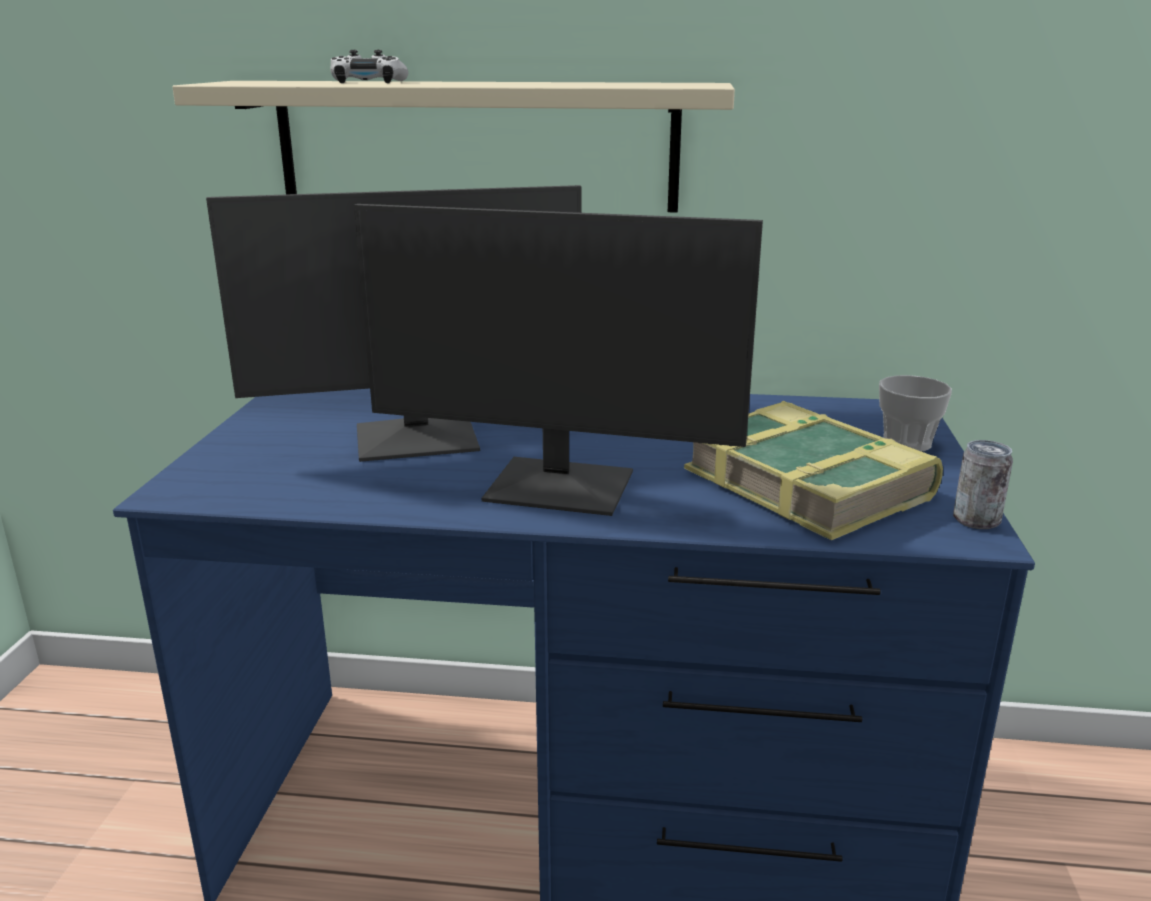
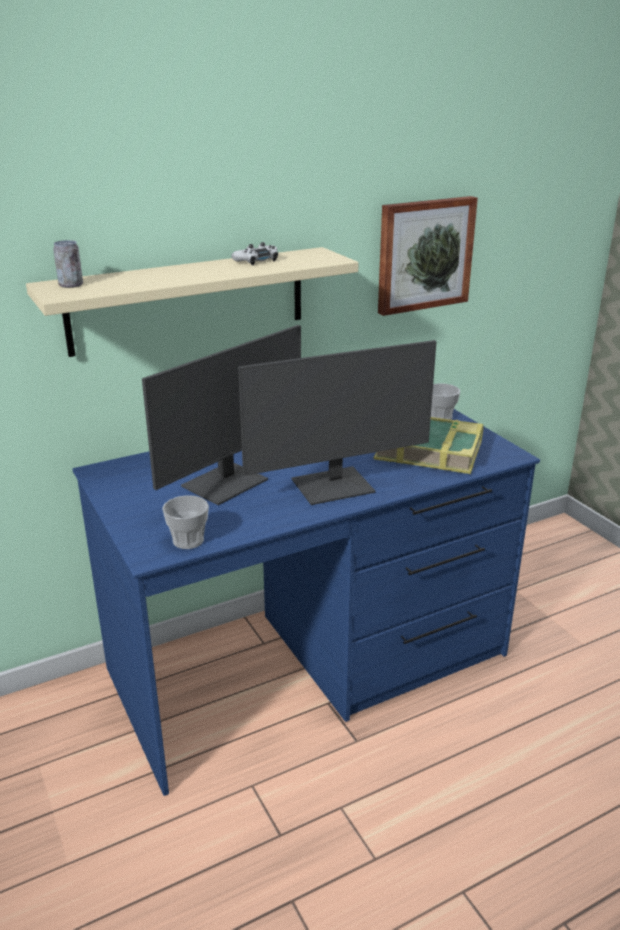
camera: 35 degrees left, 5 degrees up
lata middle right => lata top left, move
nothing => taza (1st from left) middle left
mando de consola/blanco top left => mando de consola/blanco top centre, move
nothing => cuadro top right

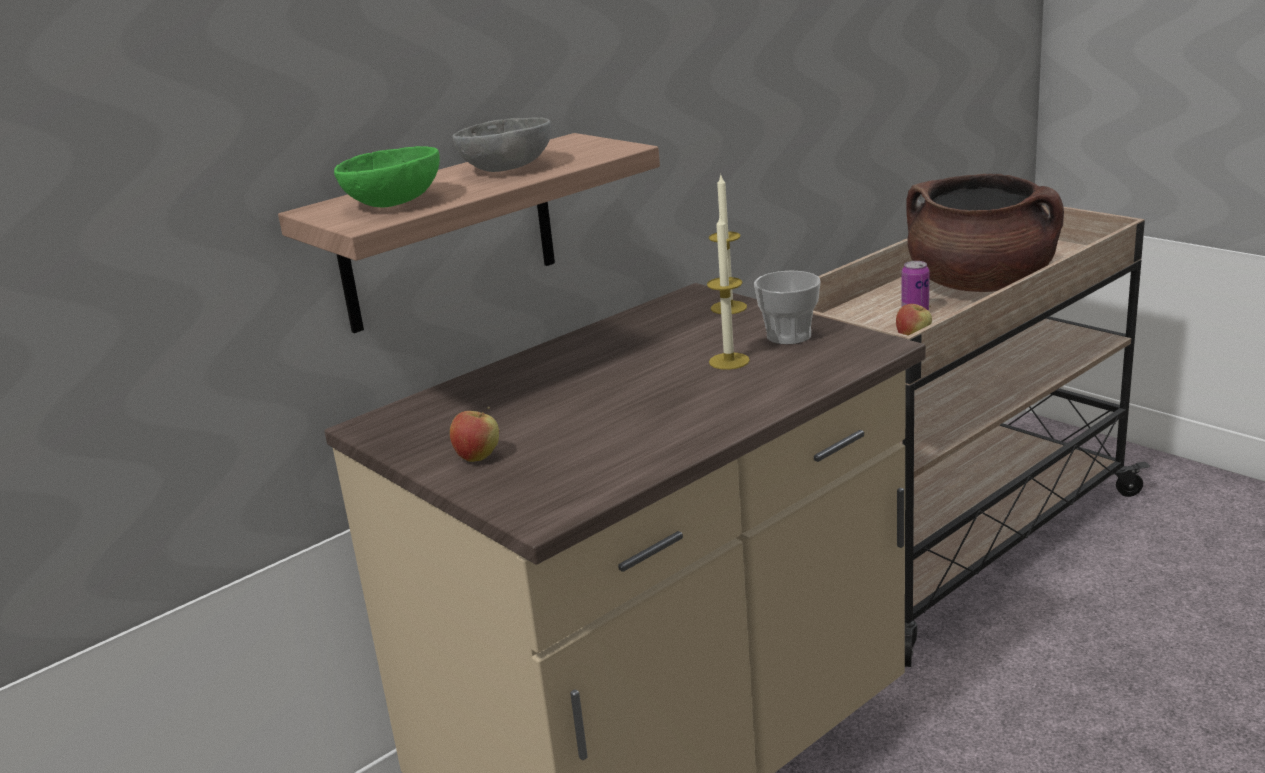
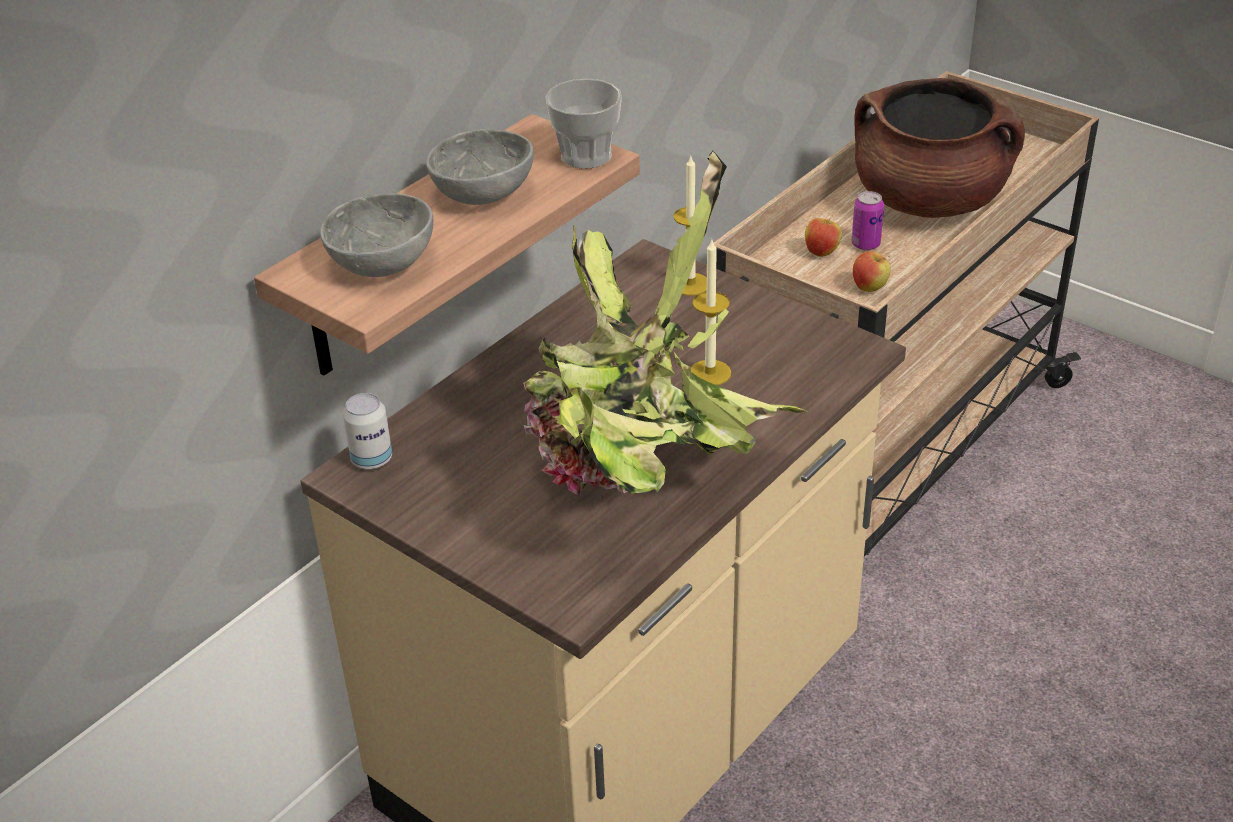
camera: 10 degrees left, 15 degrees up
cuenco/verde top left => cuenco/gris (1st from left) top left
nothing => lata (1st from left) middle left
nothing => planta en maceta centre
taza centre => taza top centre, move
manzana (1st from left) centre => manzana (1st from left) top right, move

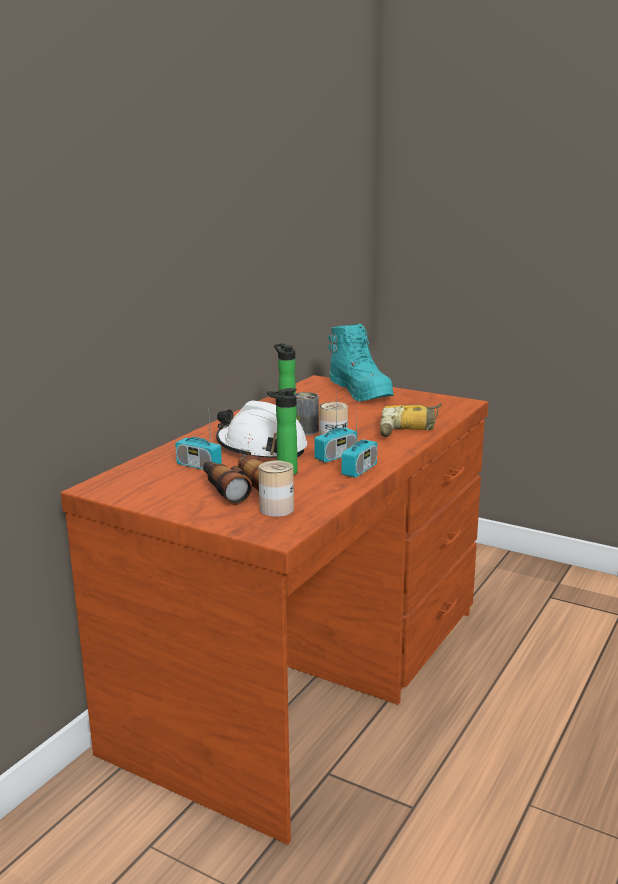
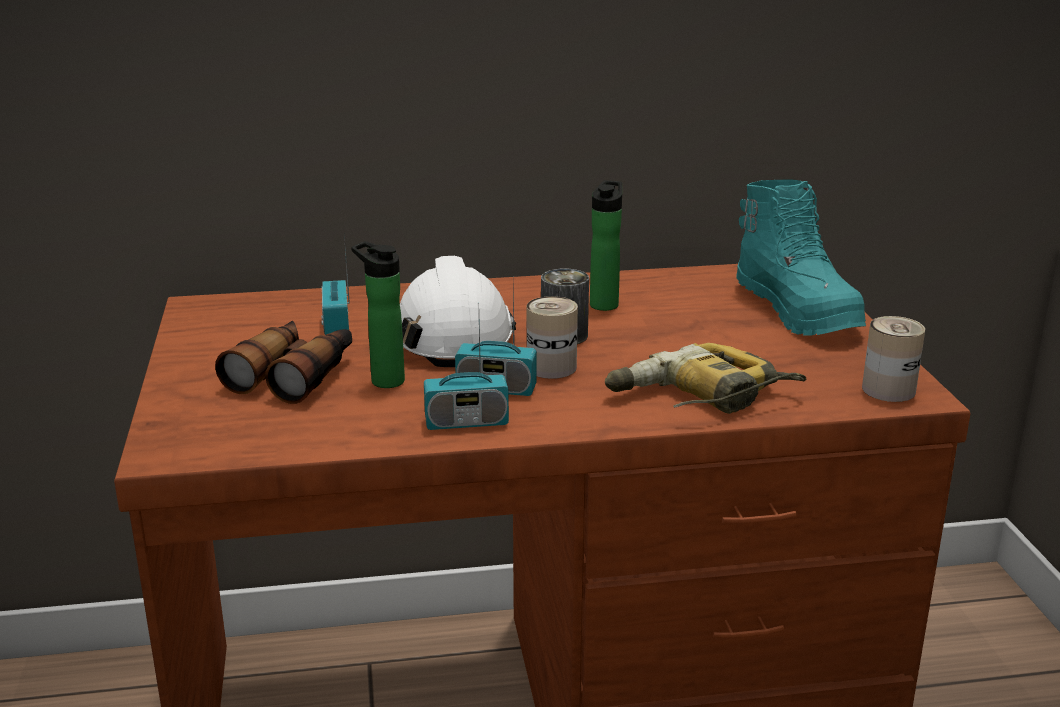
camera: 50 degrees right, 5 degrees up
bota/turquesa centre => bota/turquesa middle right, 45 degrees counterclockwise
lata (1st from left in the first image) centre => lata (3rd from left) middle right, move

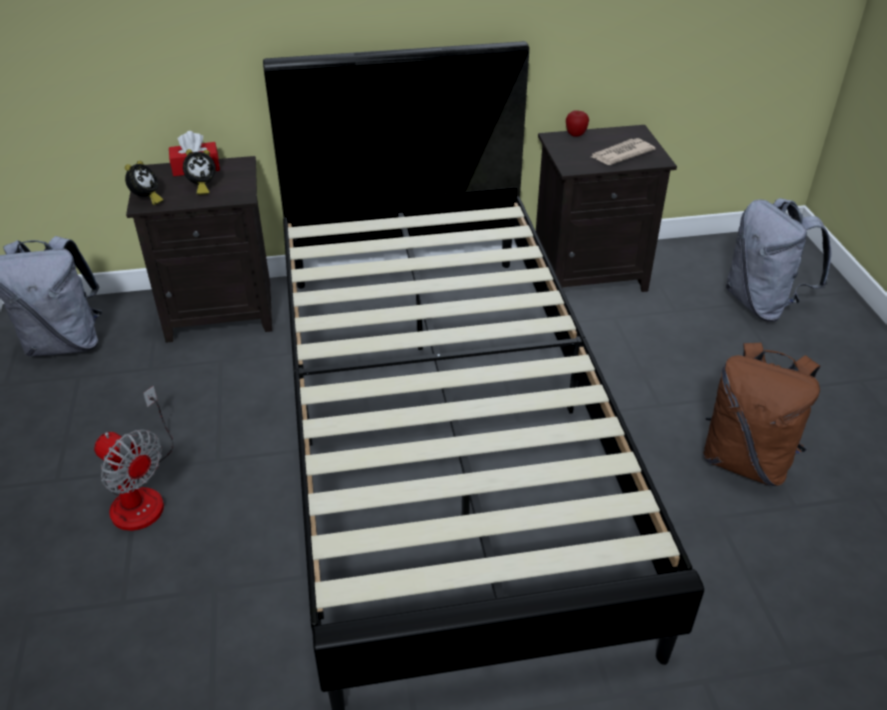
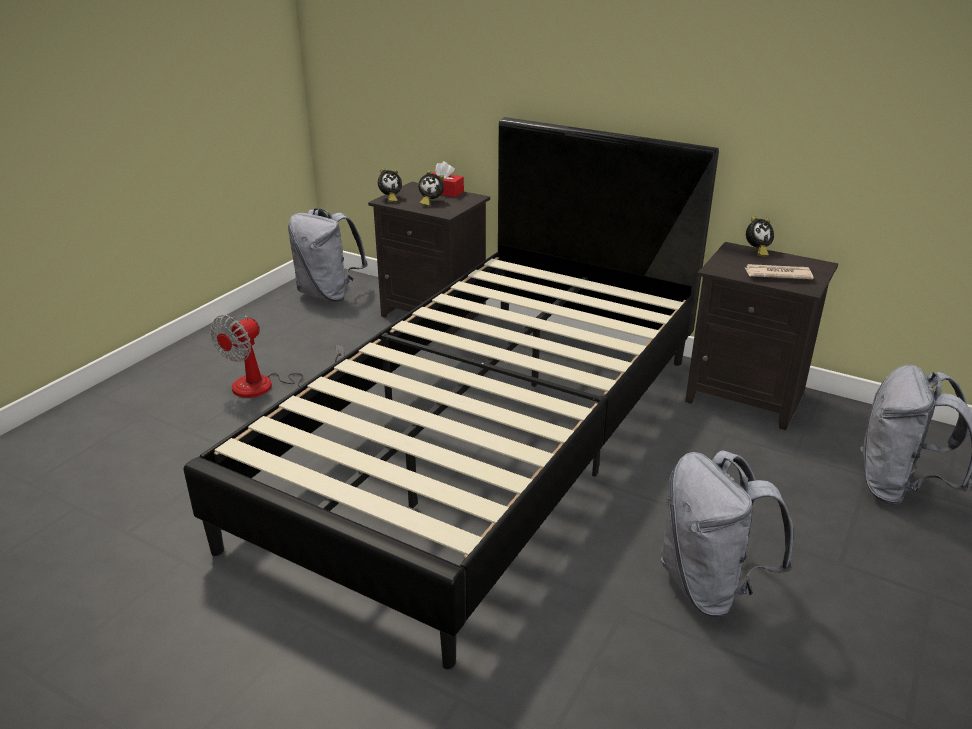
camera: 40 degrees right, 10 degrees down
ventilador middle left, 45 degrees clockwise
mochila/marrón middle right => mochila/gris (2nd from left) bottom right
manzana top centre => despertador (3rd from left) top right

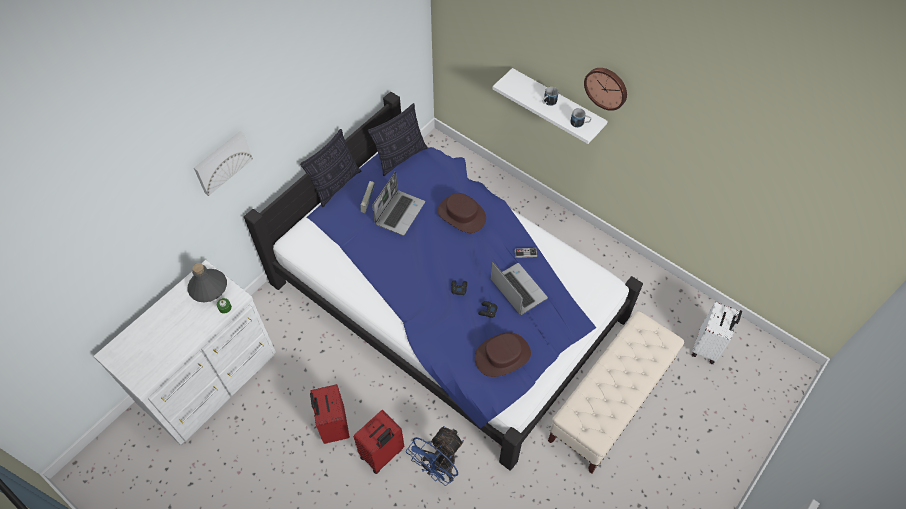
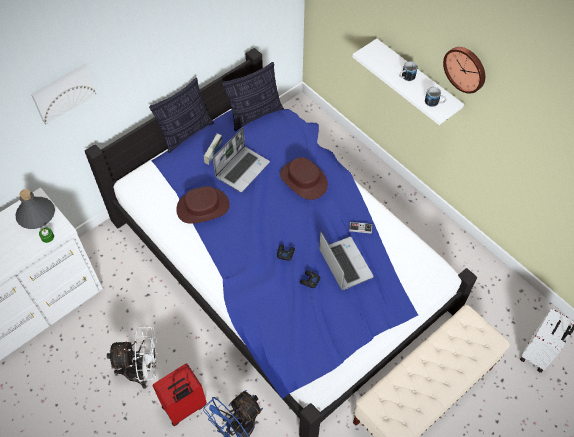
camera: 10 degrees right, 0 degrees up
maleta/rojo (1st from left) bottom centre => ventilador/blanco bottom left
sombrero/marrón (2nd from left in the first image) bottom centre => sombrero/marrón (1st from left) centre, move

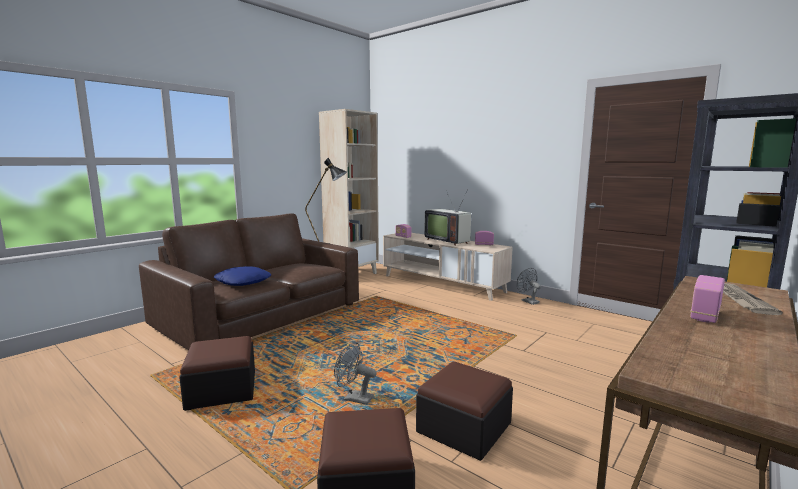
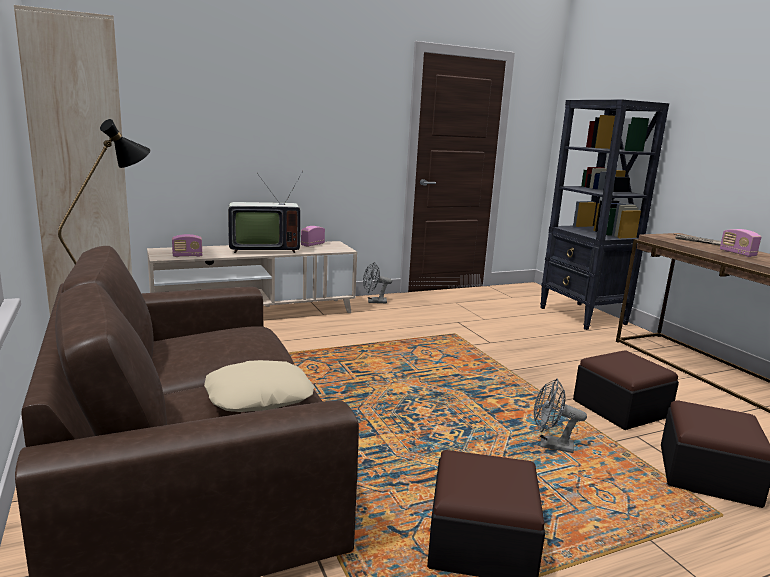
camera: 65 degrees left, 5 degrees up
cojín/azul middle left => cojín/beis bottom centre
ventilador/gris (1st from left in the first image) bottom centre => ventilador/gris (2nd from left) bottom right, 60 degrees clockwise

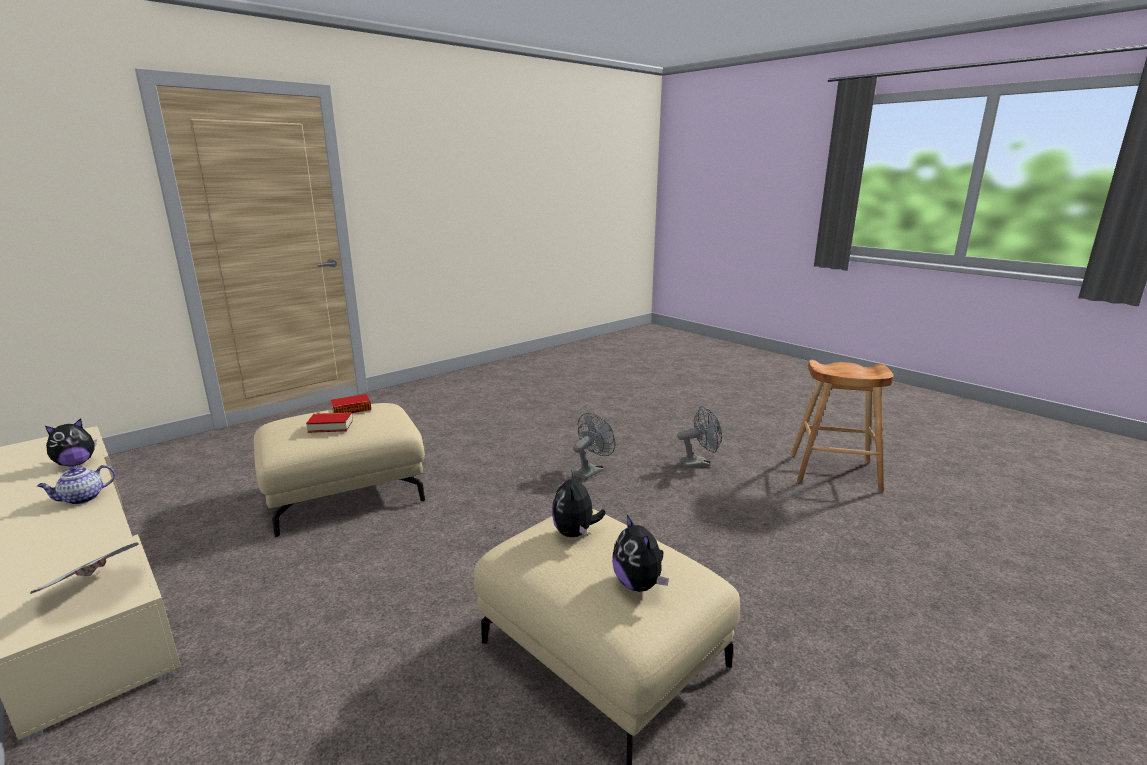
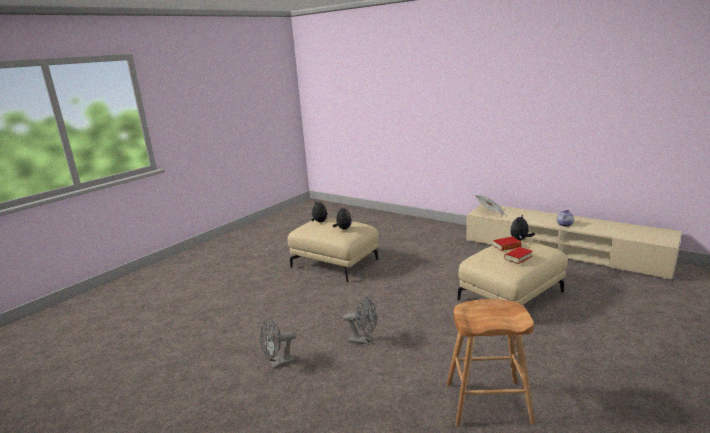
camera: 170 degrees right, 0 degrees up
ventilador/gris (1st from left in the first image) centre => ventilador/gris (2nd from left) bottom centre, 105 degrees counterclockwise
taburete/marrón middle right => taburete/marrón bottom right, move
peluche (1st from left in the first image) middle left => peluche (3rd from left) middle right, move

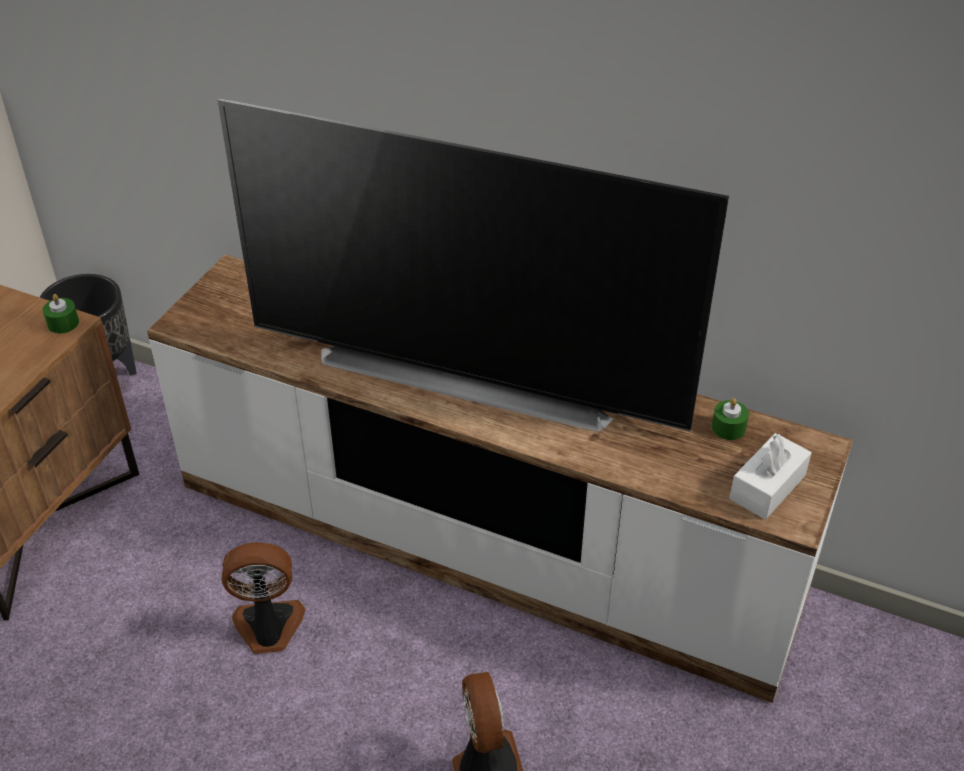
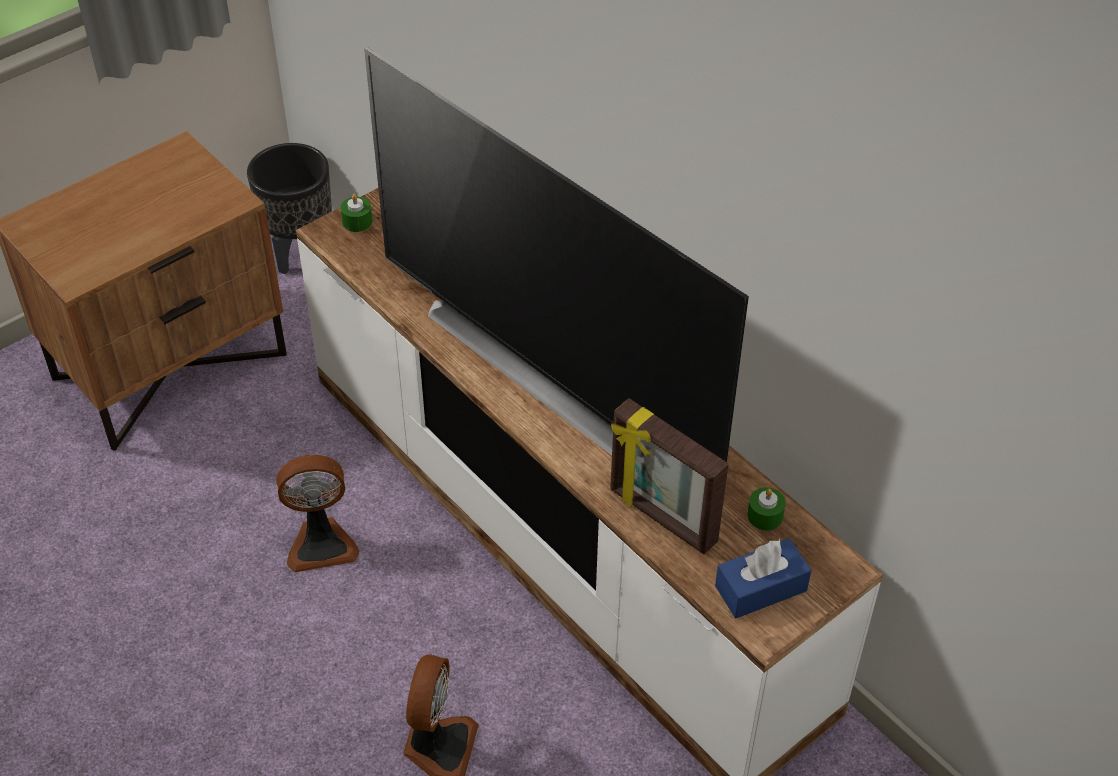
camera: 25 degrees right, 5 degrees up
ventilador (1st from left) bottom left => ventilador (1st from left) middle left, 150 degrees clockwise
vela/verde (1st from left) middle left => vela/verde (1st from left) top left, move
nothing => portarretratos centre
caja de pañuelos/blanco middle right => caja de pañuelos/azul bottom right

